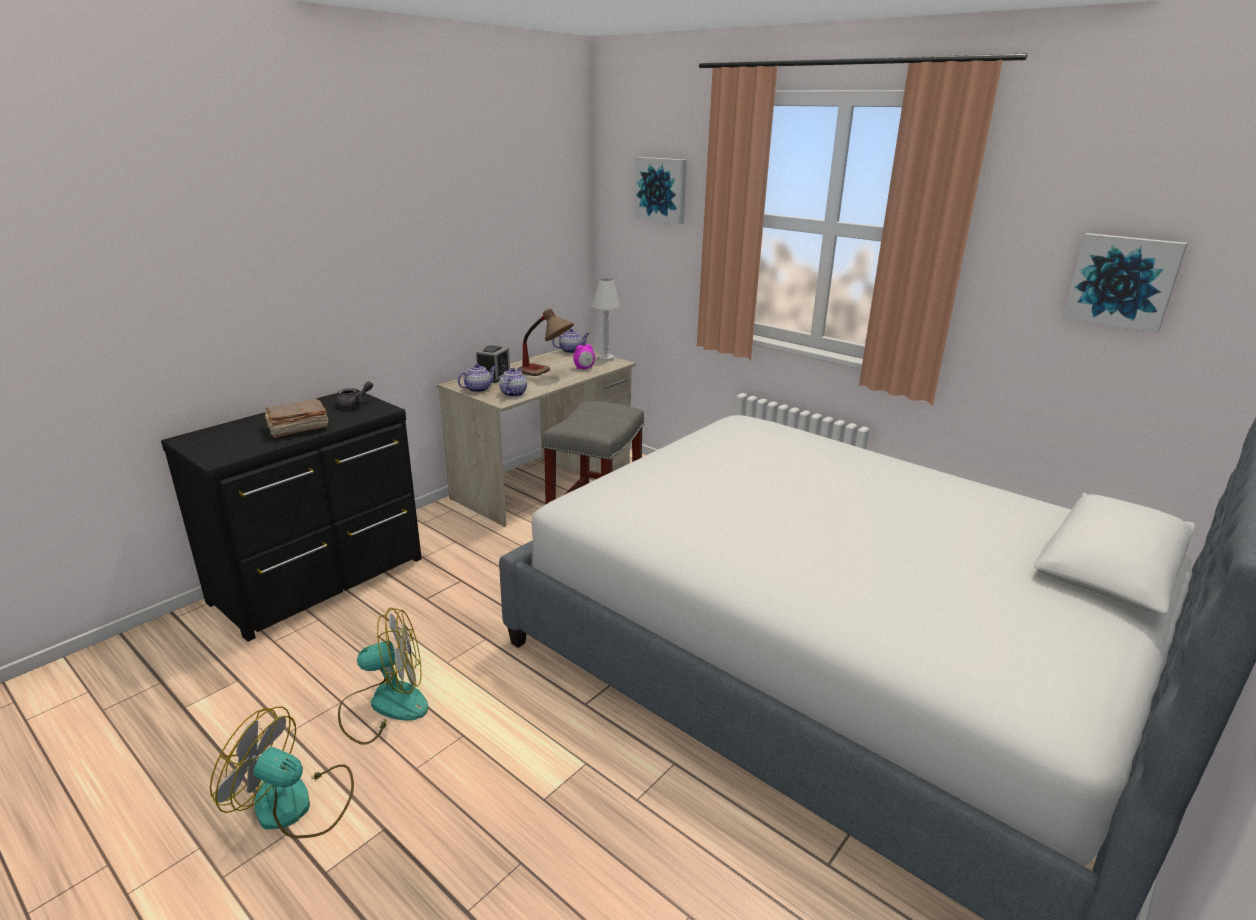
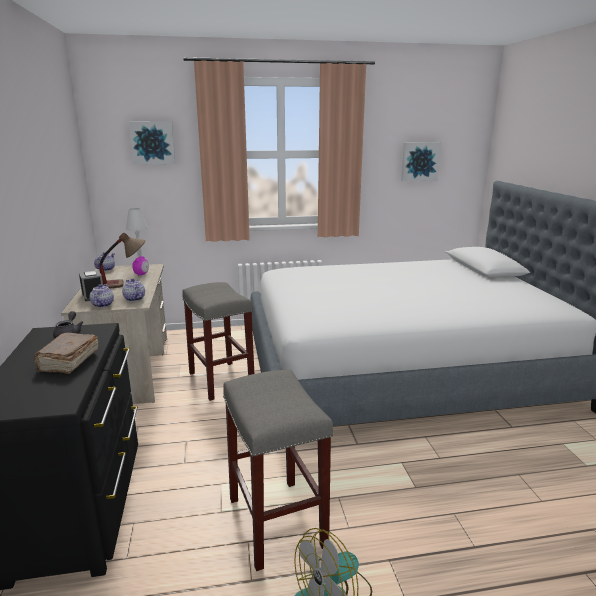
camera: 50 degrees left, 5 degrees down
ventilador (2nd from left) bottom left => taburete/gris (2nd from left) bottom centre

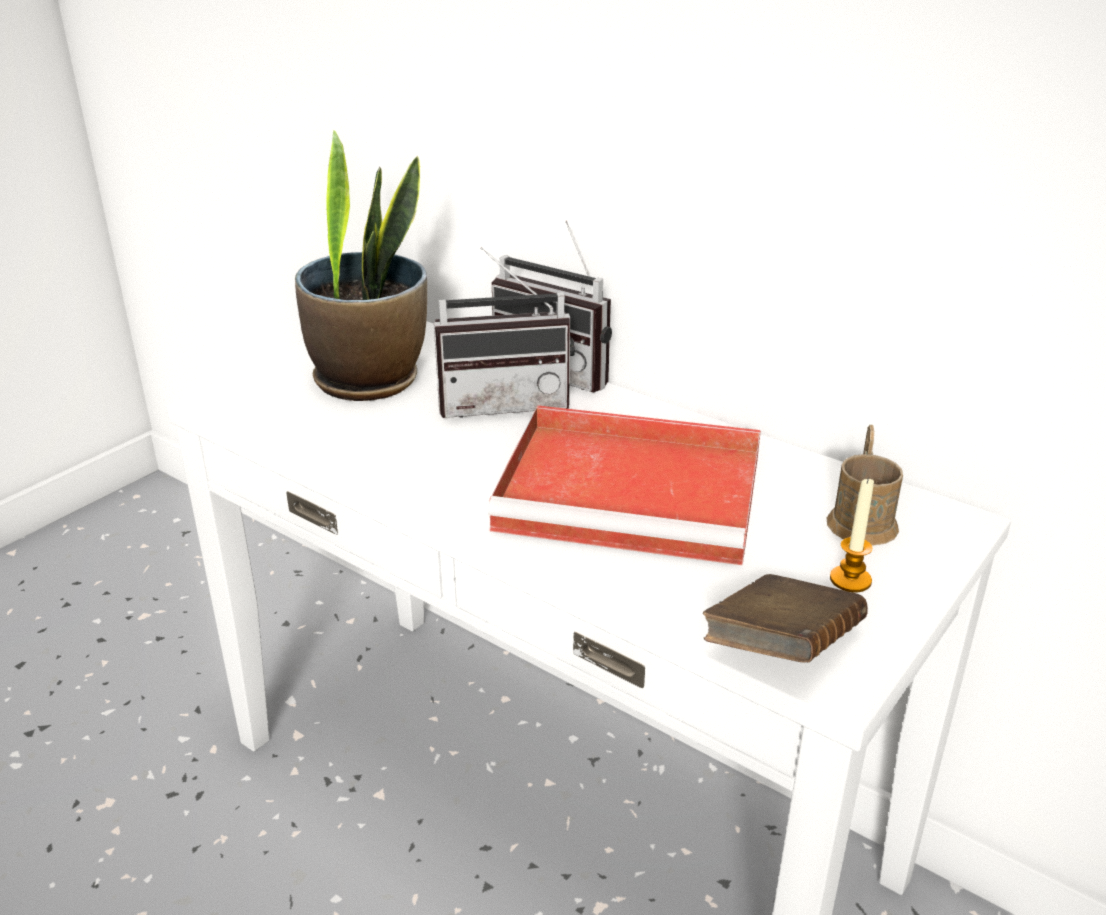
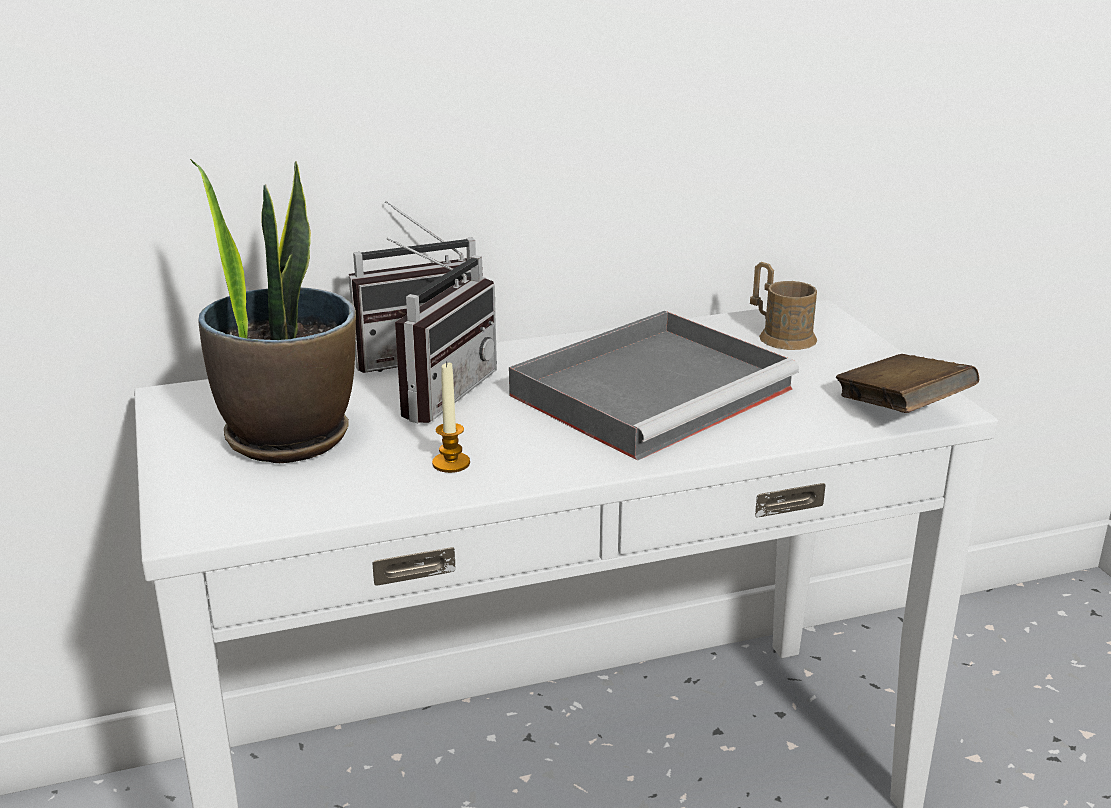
camera: 55 degrees left, 5 degrees down
vela middle right => vela centre, move
bandeja/rojo centre => bandeja/gris centre

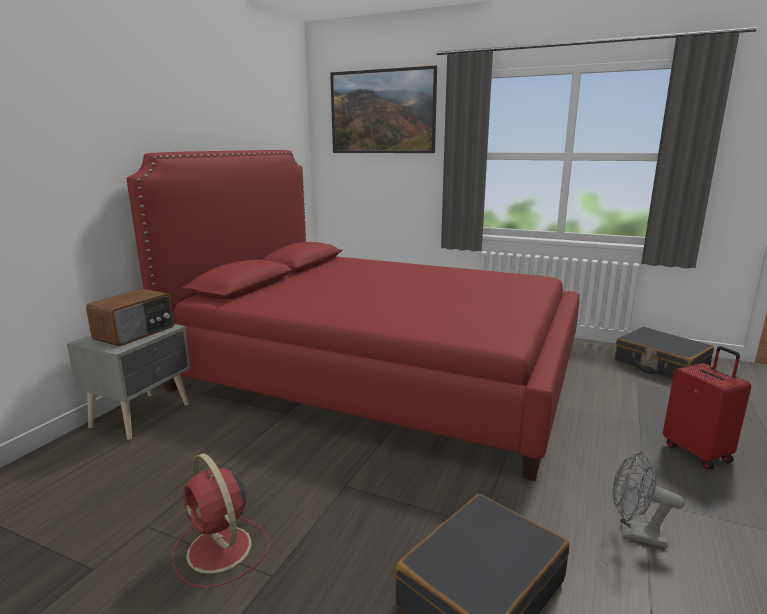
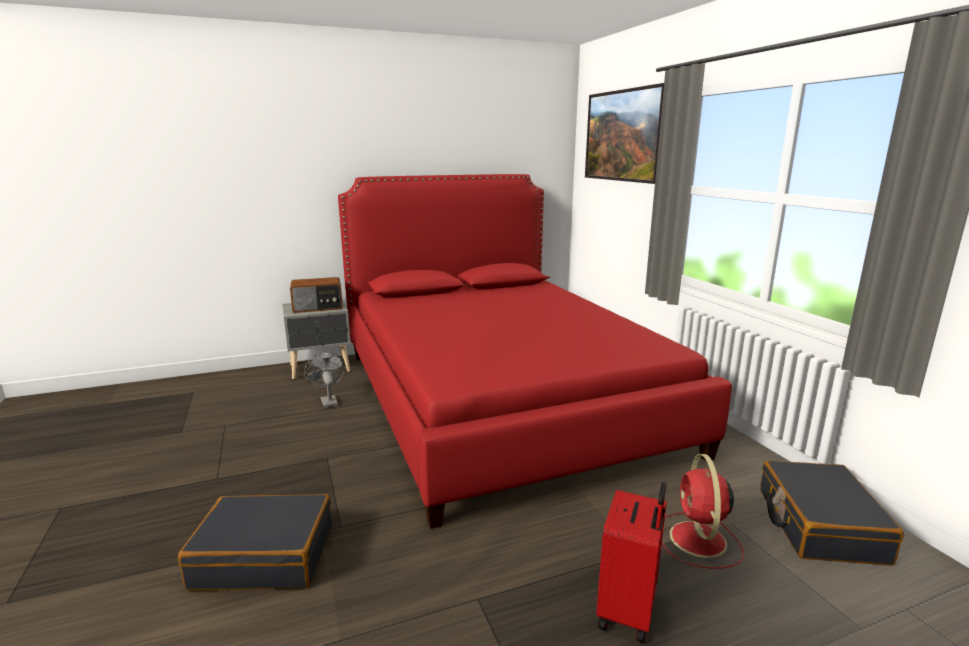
camera: 45 degrees right, 0 degrees up
ventilador/gris bottom right => ventilador/gris centre, move
ventilador/rojo bottom left => ventilador/rojo bottom right, move

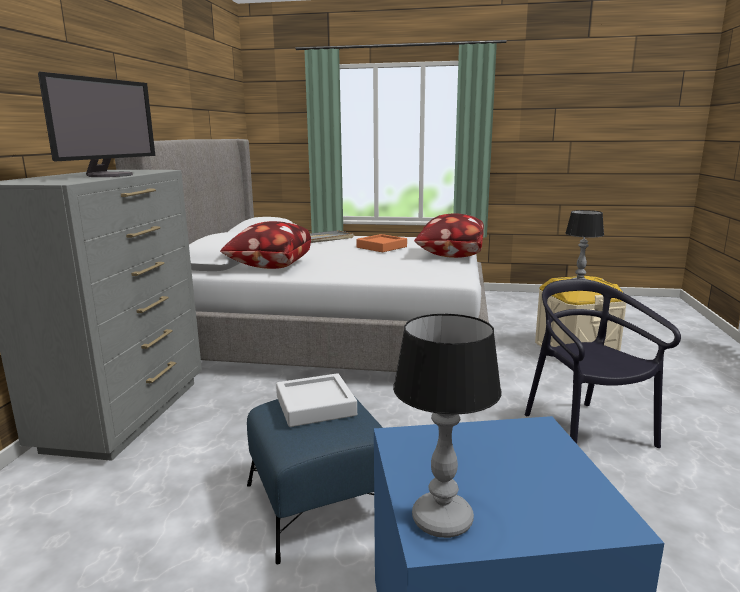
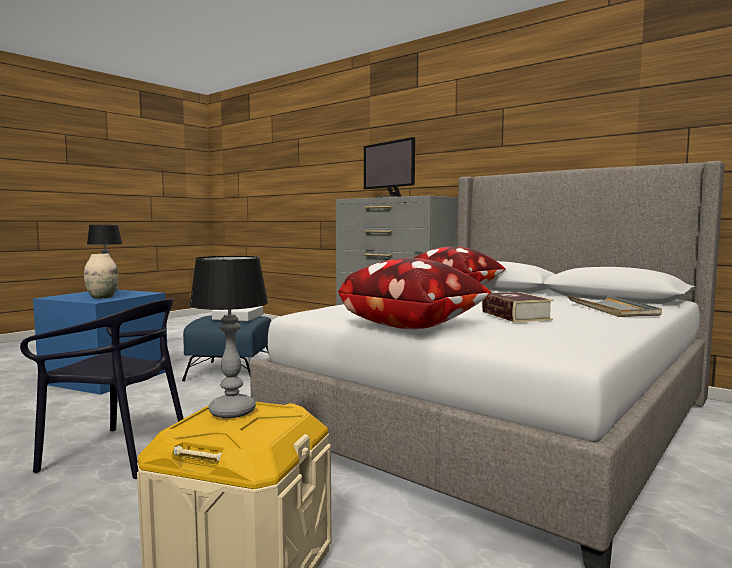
camera: 120 degrees right, 10 degrees down
nothing => florero/beis middle left
bandeja/naranja centre => libro middle right

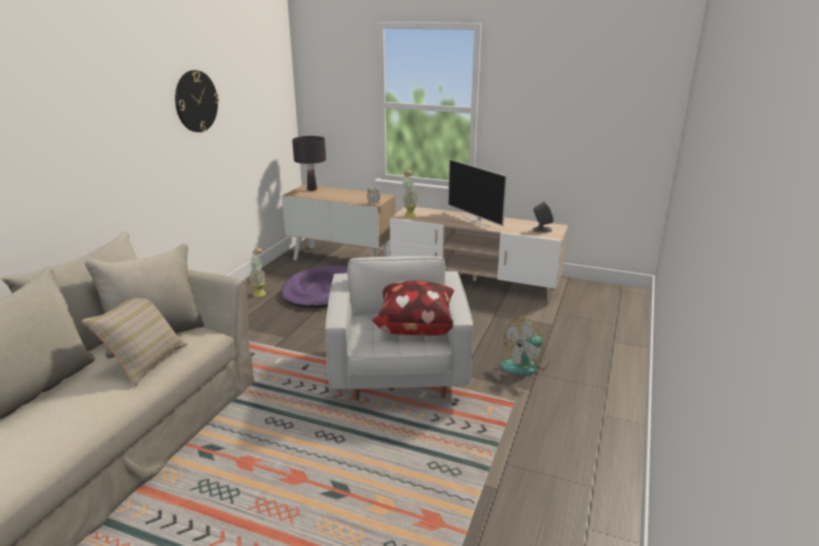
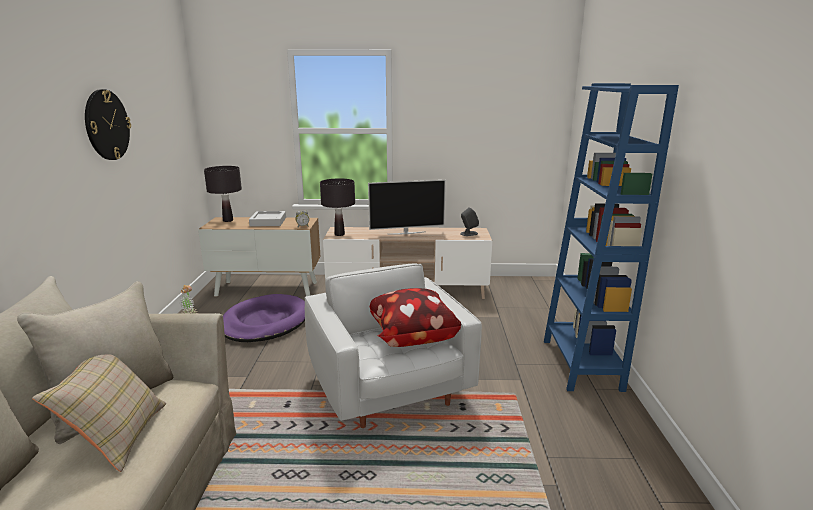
camera: 20 degrees left, 5 degrees down
nothing => bandeja/gris middle left
planta en maceta (2nd from left) centre => lámpara de mesa/negro (2nd from left) centre
televisor centre, 45 degrees counterclockwise
nothing => estantería/azul middle right
ventilador centre => nothing

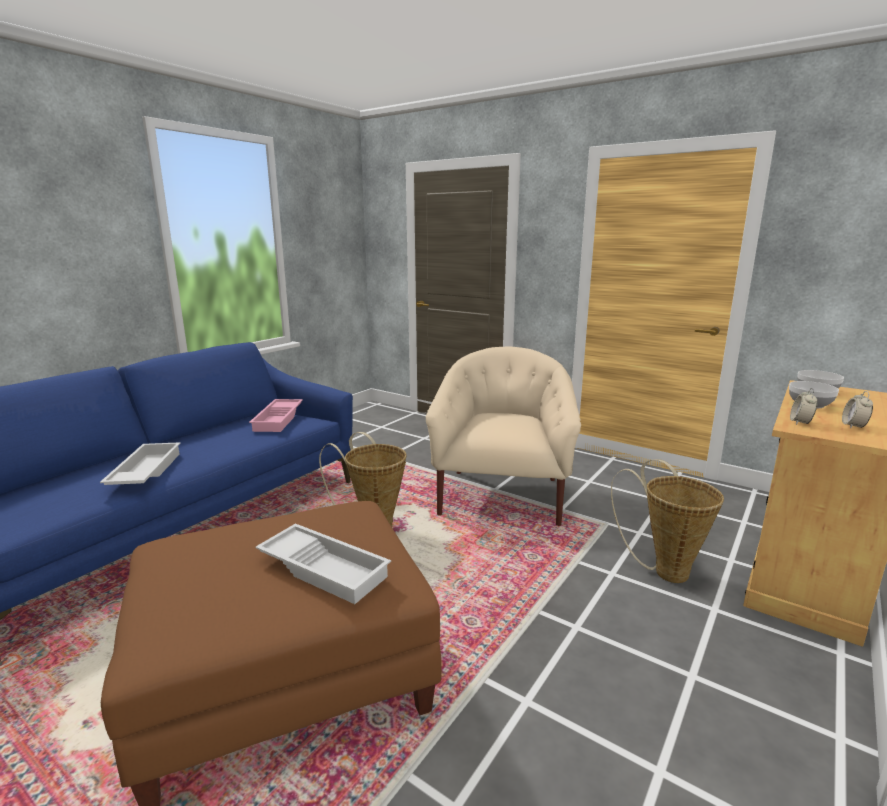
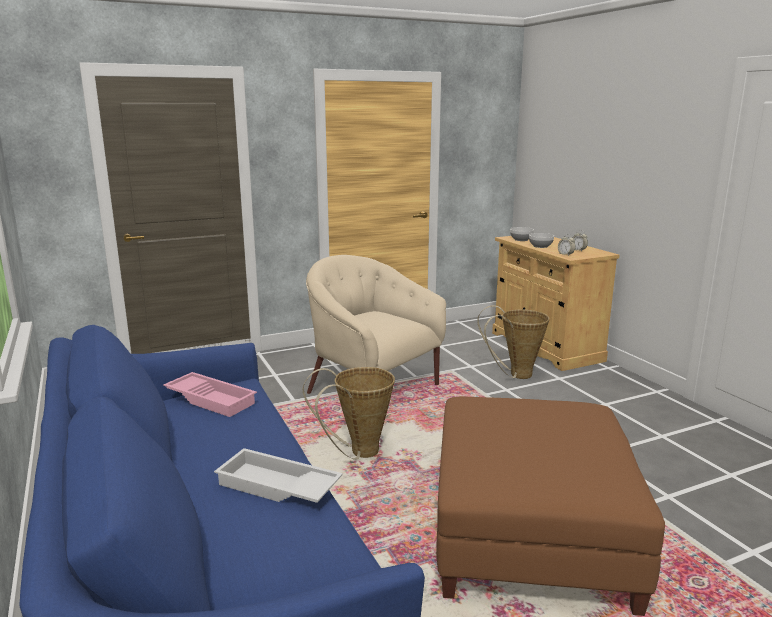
camera: 60 degrees left, 0 degrees up
bandeja/blanco (2nd from left) bottom centre => nothing

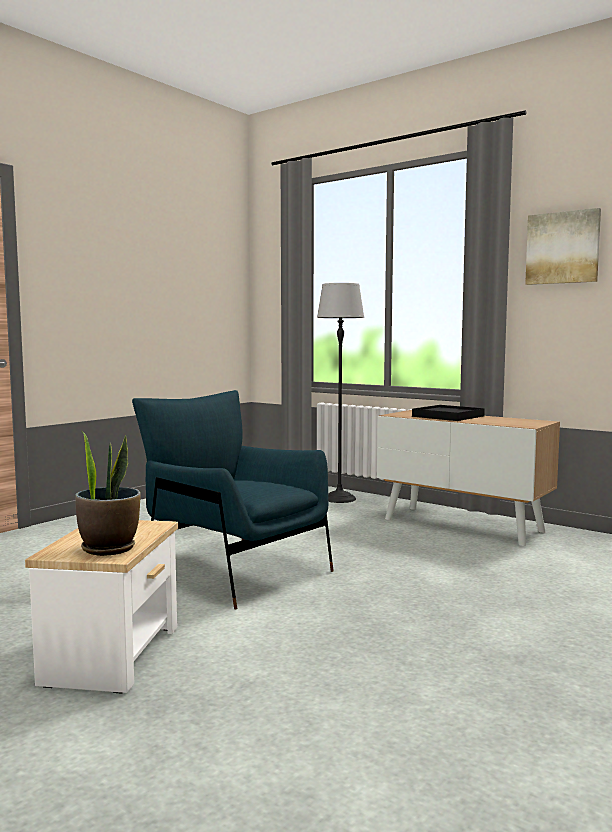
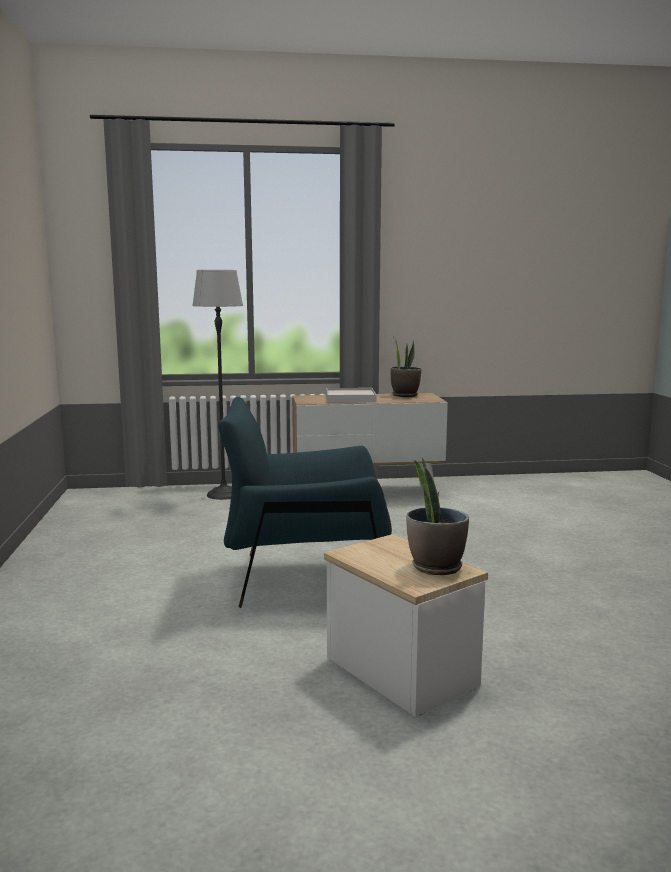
camera: 45 degrees left, 5 degrees up
bandeja/negro middle right => bandeja/blanco centre
nothing => planta en maceta (1st from left) centre
cuadro top right => nothing

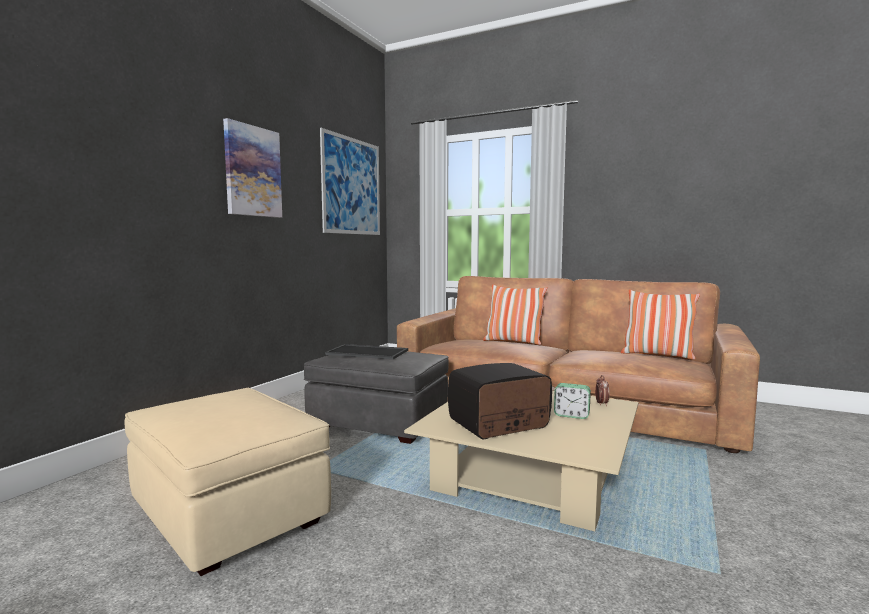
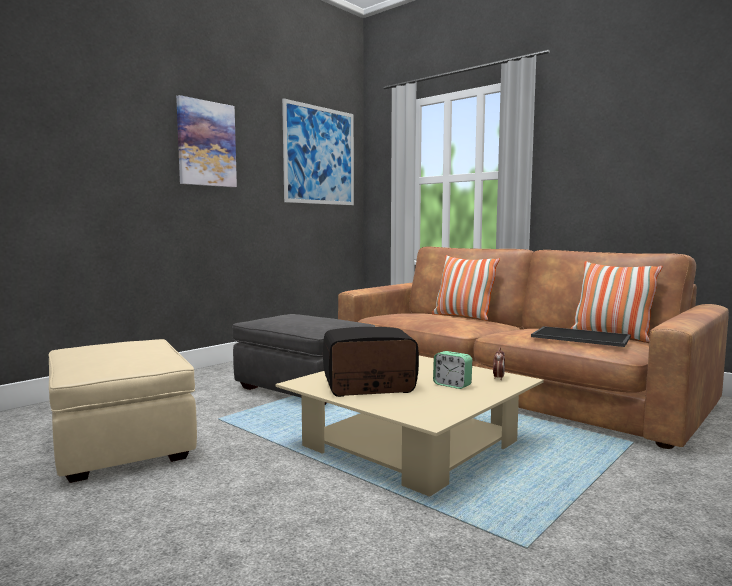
camera: 15 degrees right, 0 degrees up
bandeja centre => bandeja middle right, move

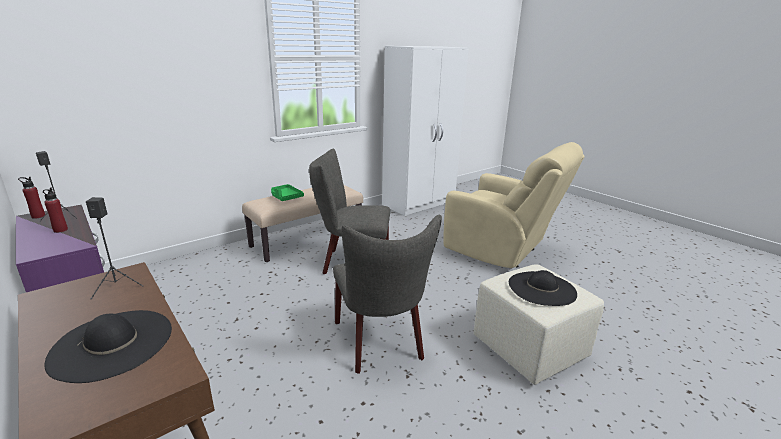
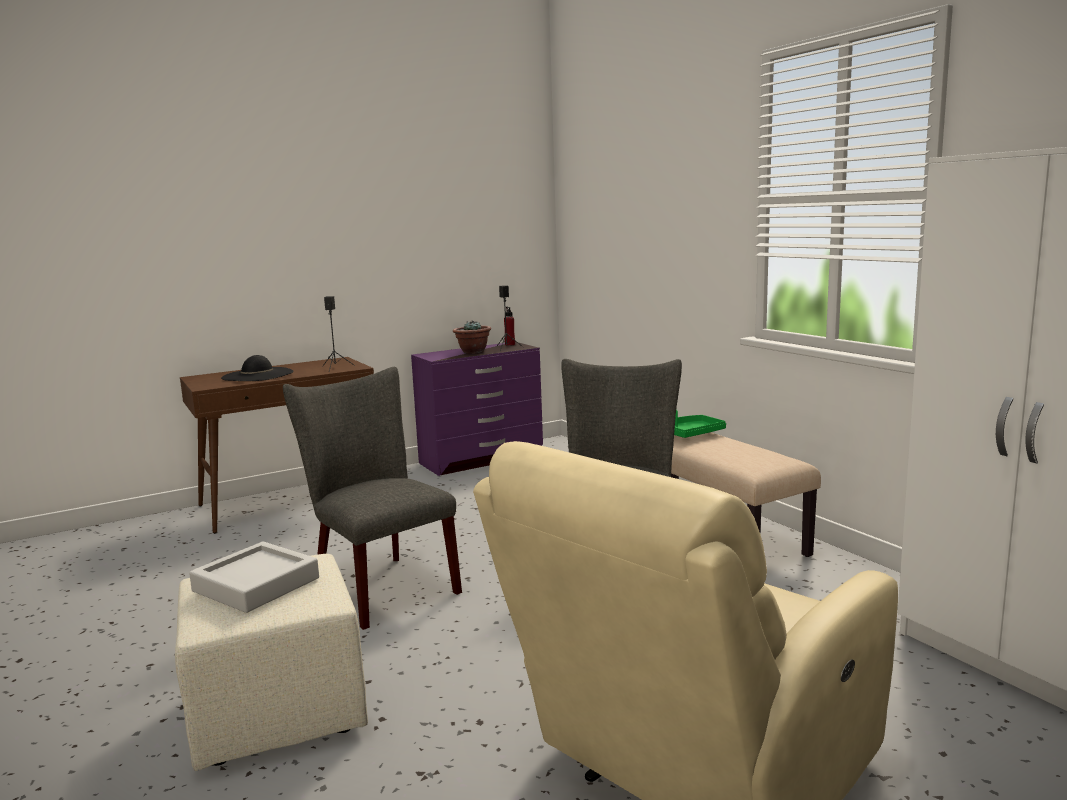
camera: 100 degrees right, 10 degrees down
sombrero/negro (2nd from left) middle right => bandeja/gris bottom left
silla/gris (2nd from left in the first image) bottom centre => silla/gris (1st from left) centre, 60 degrees clockwise
botella/rojo (2nd from left) middle left => planta en maceta centre

